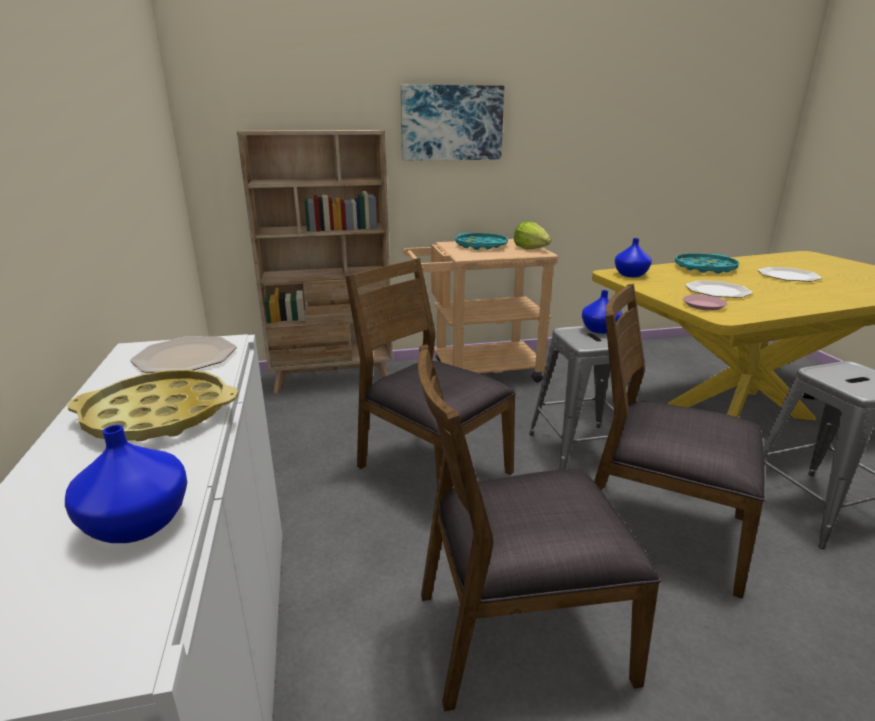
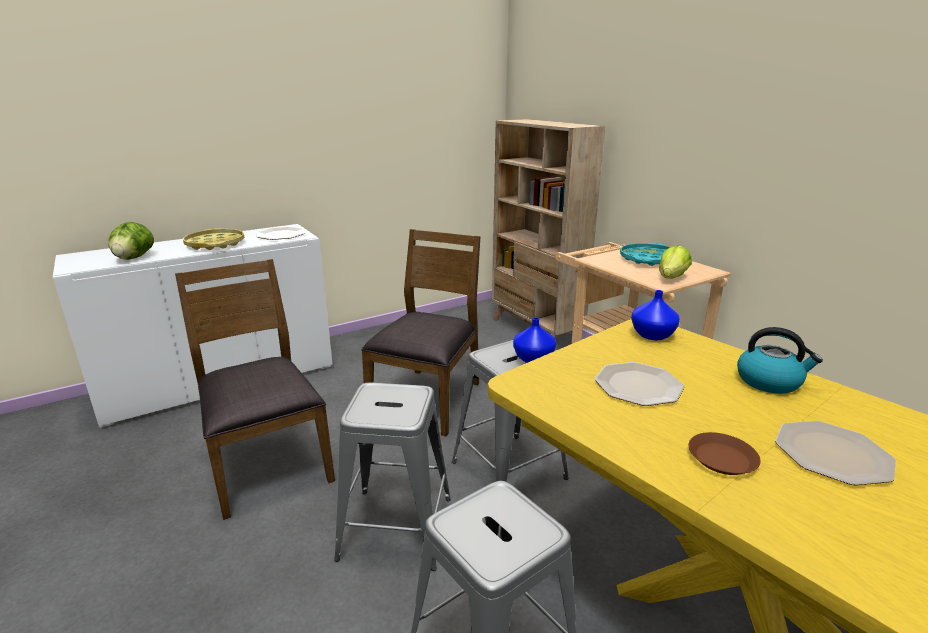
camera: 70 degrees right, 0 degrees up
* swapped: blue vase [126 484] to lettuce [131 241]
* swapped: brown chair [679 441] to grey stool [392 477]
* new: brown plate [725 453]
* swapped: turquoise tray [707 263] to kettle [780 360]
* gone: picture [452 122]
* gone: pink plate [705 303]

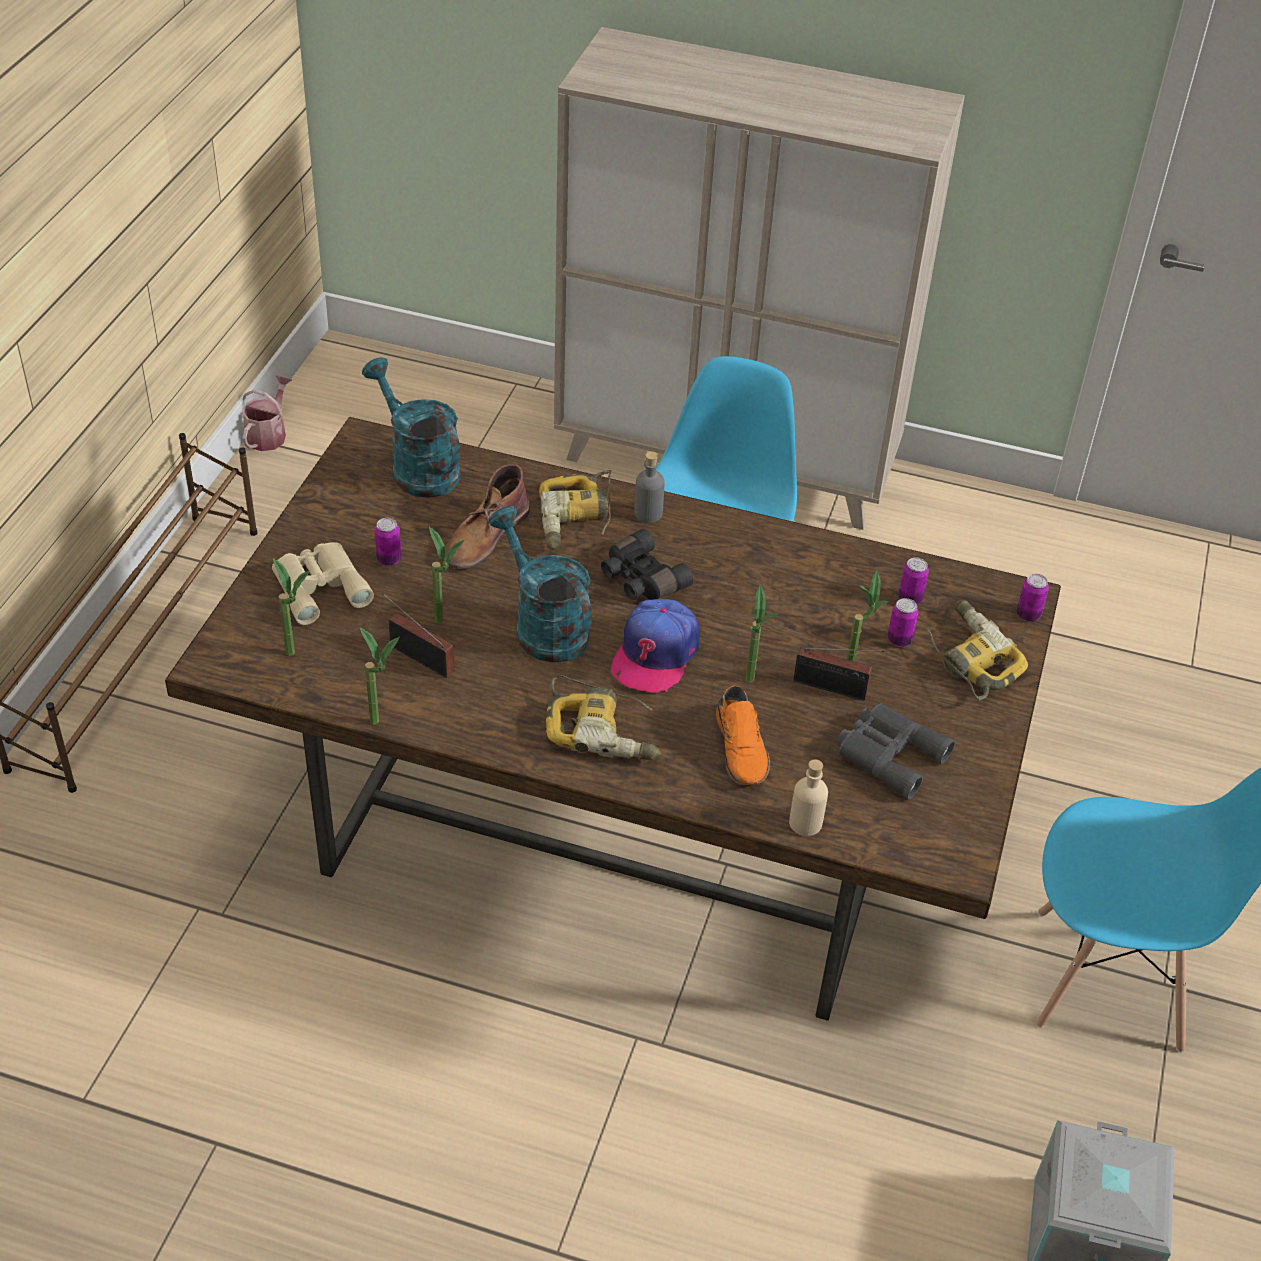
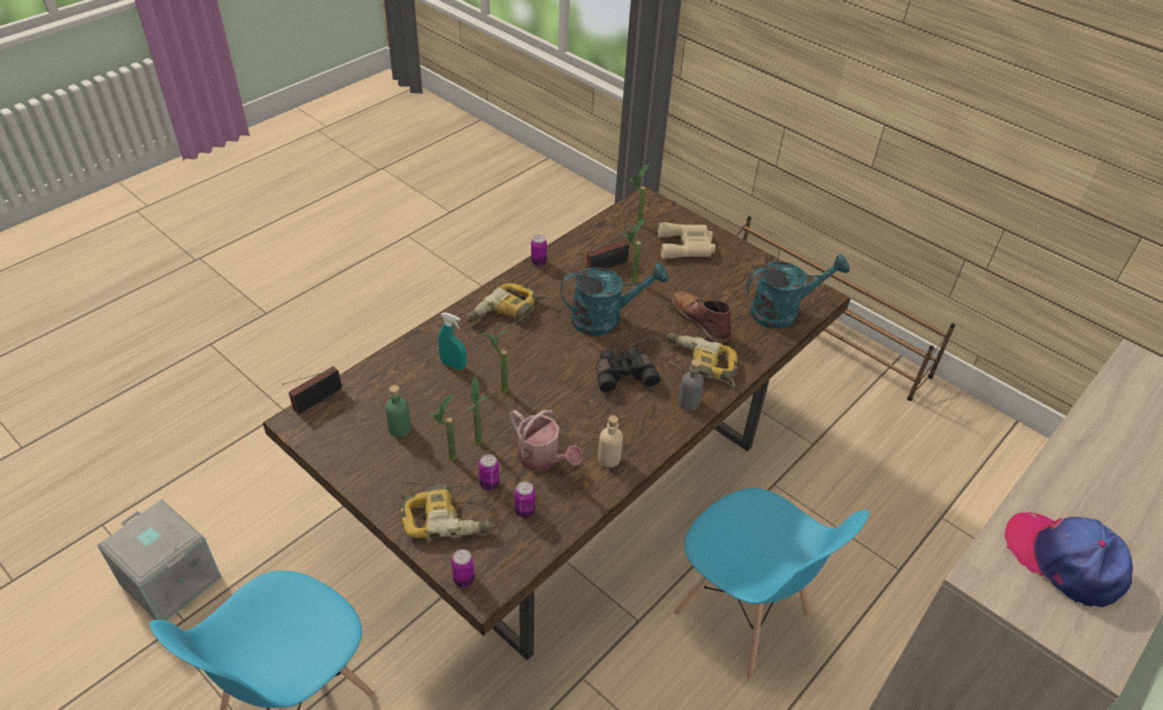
camera: 115 degrees right, 0 degrees up
* shifted: radio [838 674] to [312 390]
* swapped: grey binoculars [896 751] to green bottle [398 411]
* shifted: potted plant [380 676] to [441 427]
* swapped: orange shoe [743 735] to turquoise spray bottle [452 341]
* shifted: watering can [266 413] to [546 440]
* shifted: can [388 542] to [539 250]
* shifted: beige bottle [808 797] to [610 441]
* shifted: cap [655 646] to [1068 559]

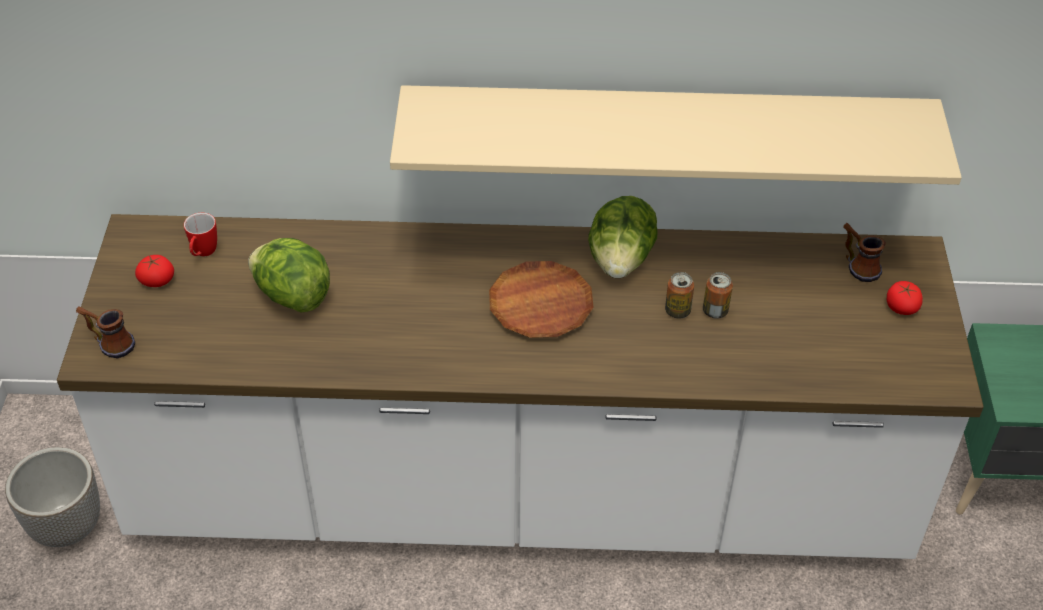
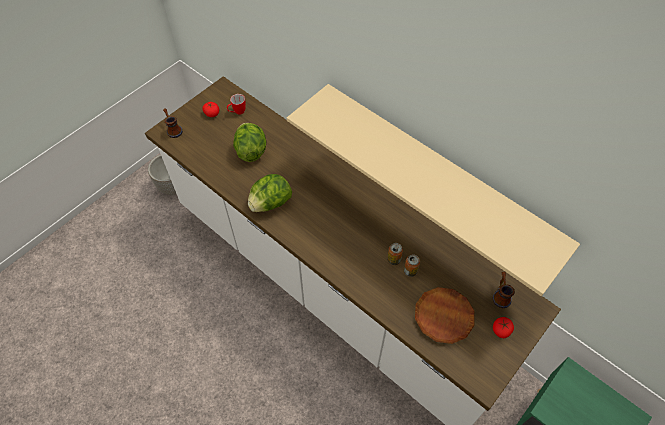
camera: 40 degrees right, 10 degrees up
* shifted: lettuce [623 237] to [270 193]
* shifted: brown plate [541 299] to [445 315]

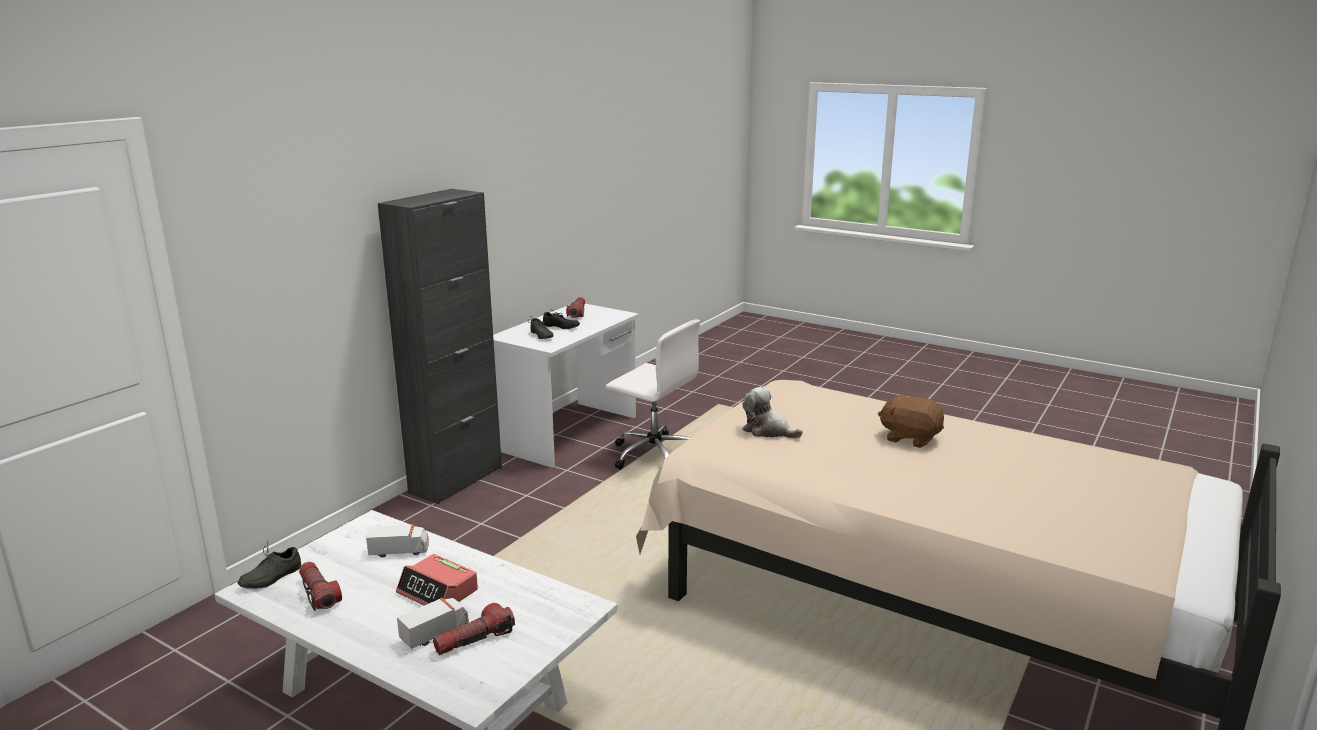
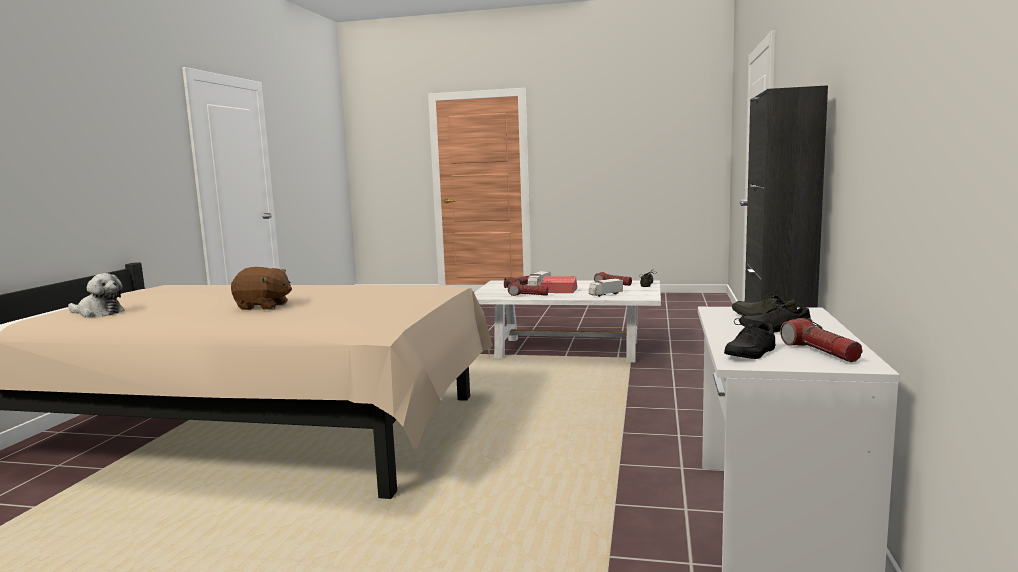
camera: 160 degrees right, 10 degrees down
* shifted: plush toy [772 412] to [96 295]
* new: flashlight [528 289]
* new: black shoe [750 335]
* gone: white office chair [653 394]

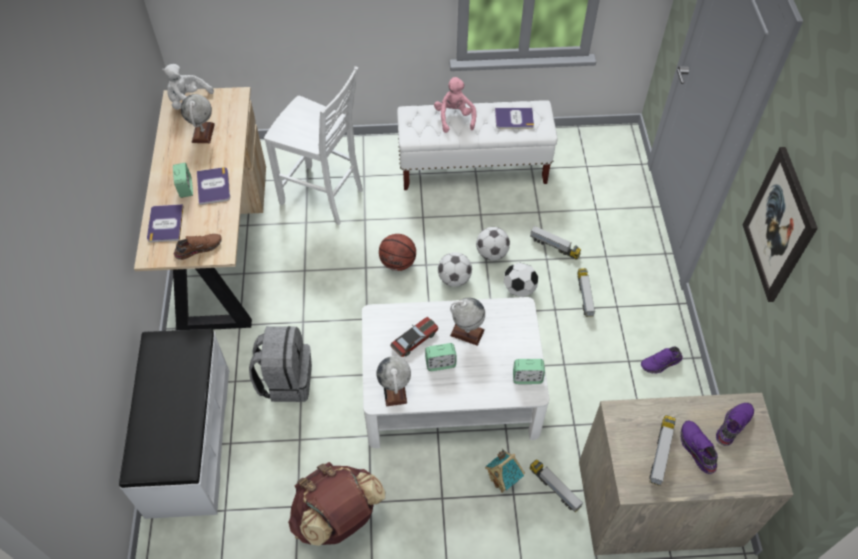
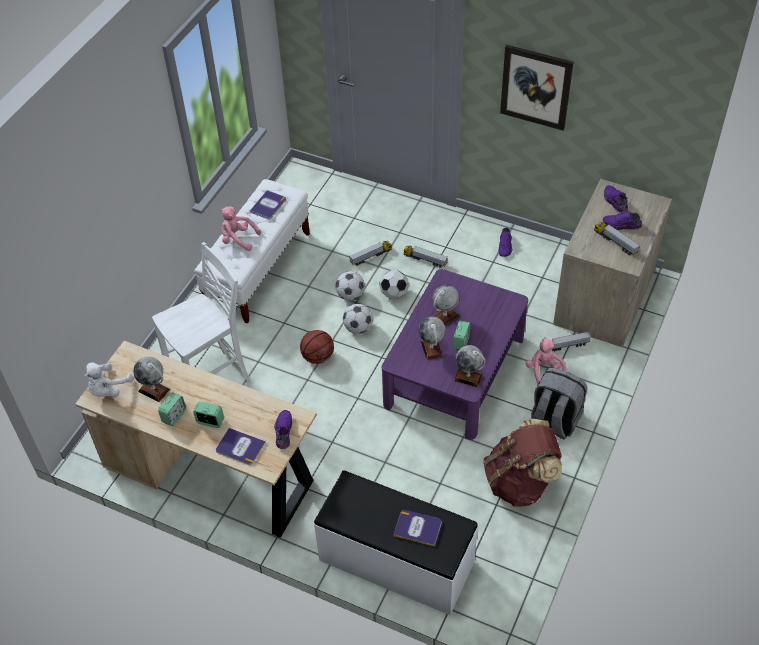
camera: 60 degrees left, 5 degrees down
* shifted: alarm clock [529 371] to [172 409]
* repainted: brown shoe [198 247] to purple shoe [283 429]
* repainted: white coffee table [455 372] to purple coffee table [455 354]
* shifted: book [213 186] to [417 528]
* swapped: toy car [414 337] to globe [432 338]
* swapped: toy house [505 471] to pink plush toy [546 361]
* shifted: grey backpack [280 364] to [559 404]

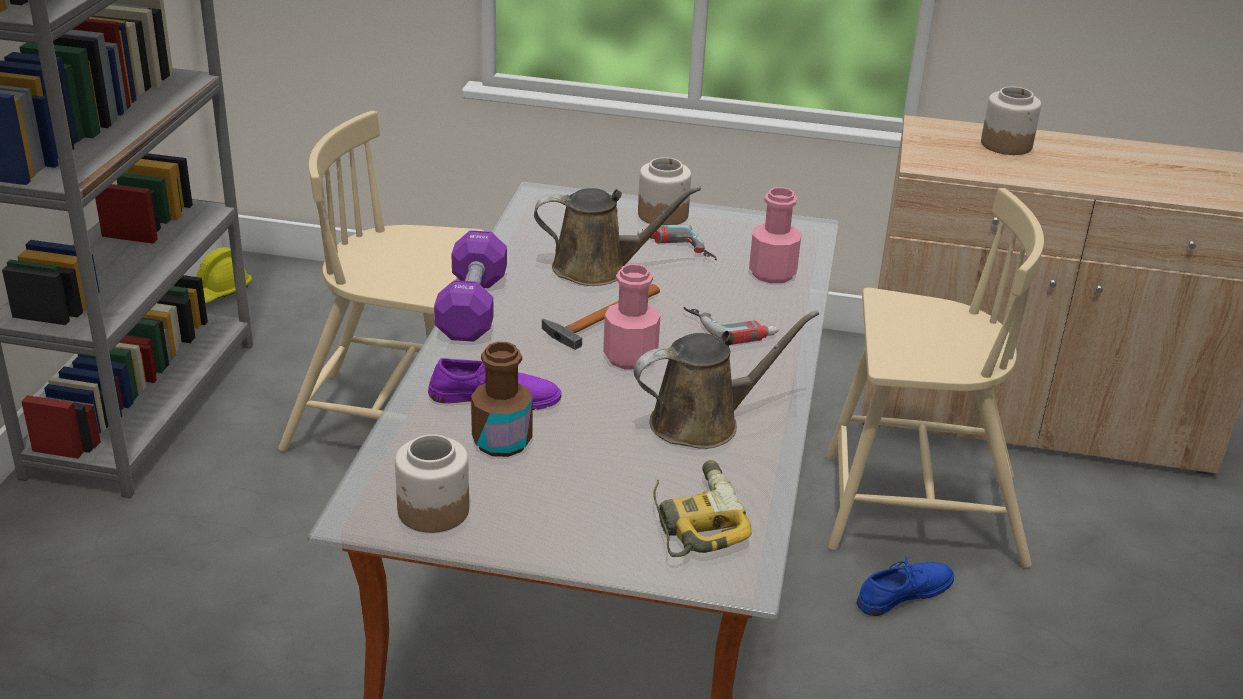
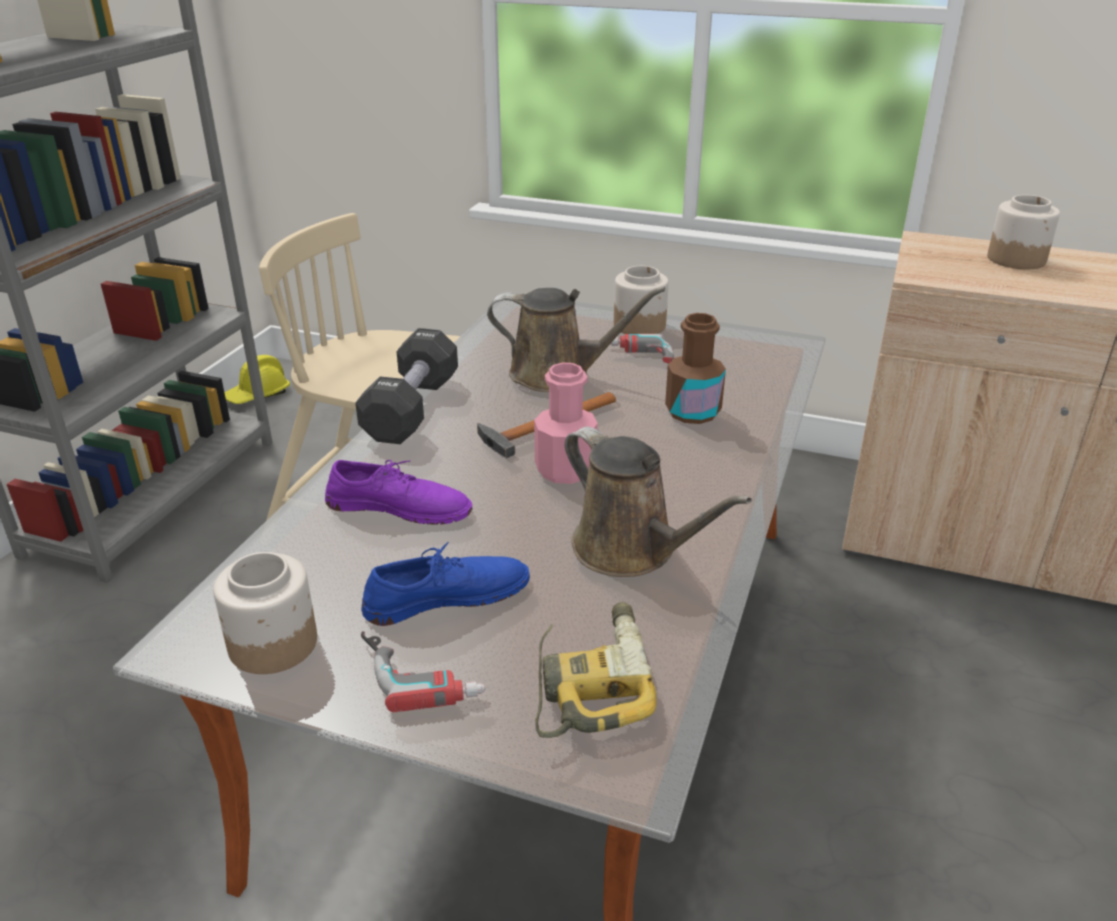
camera: 10 degrees right, 0 degrees up
* repainted: purple dumbbell [470 286] to black dumbbell [406 386]
* shifted: blue shoe [905 586] to [445 584]
* shifted: power drill [731 326] to [423 671]
* rotated: brown watering can [726 379] = [658 502] 60 degrees clockwise
* shifted: brown bottle [502 399] to [695 368]
* gone: pink bottle [775 235]
* gone: beige chair [935 378]

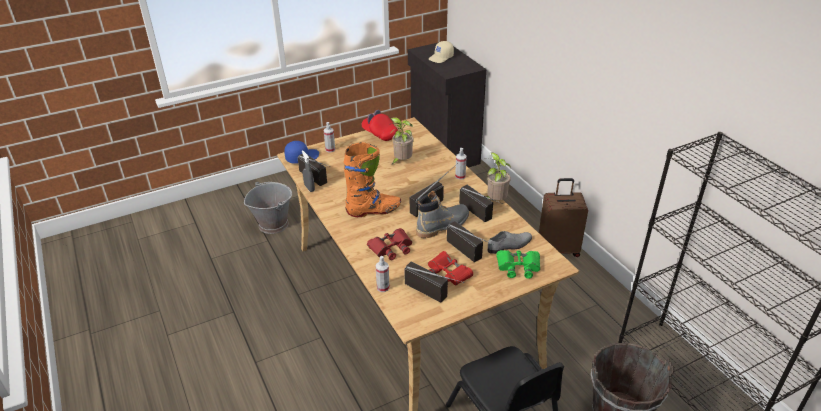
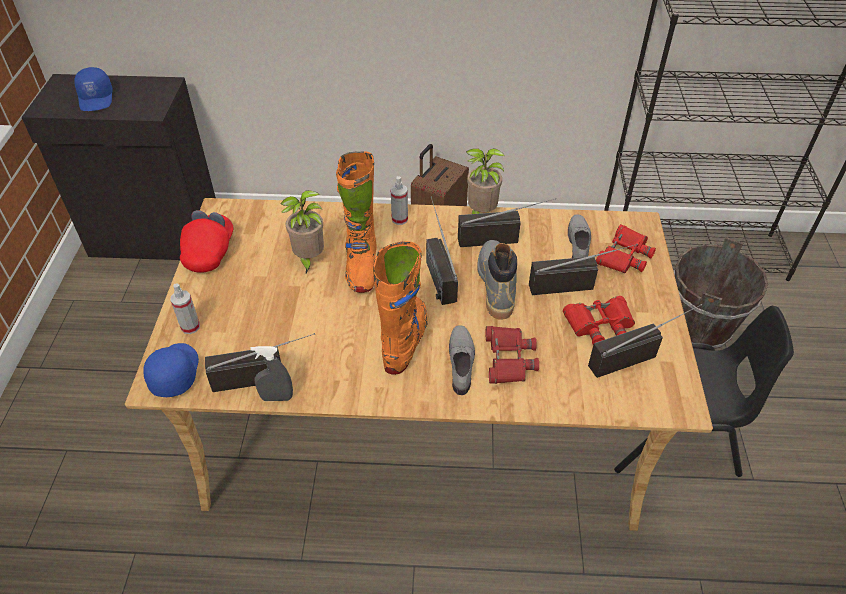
camera: 60 degrees left, 10 degrees up
* repainted: beige cap [441 52] to blue cap [93 89]
* rotated: red cap [380 125] = [206 241] 120 degrees clockwise
* new: orange boot [356 222]
* new: grey shoe [462 360]
* repainted: green binoculars [518 264] to red binoculars [626 248]
* gone: grey bucket [268 208]
* gone: spray bottle [382 274]

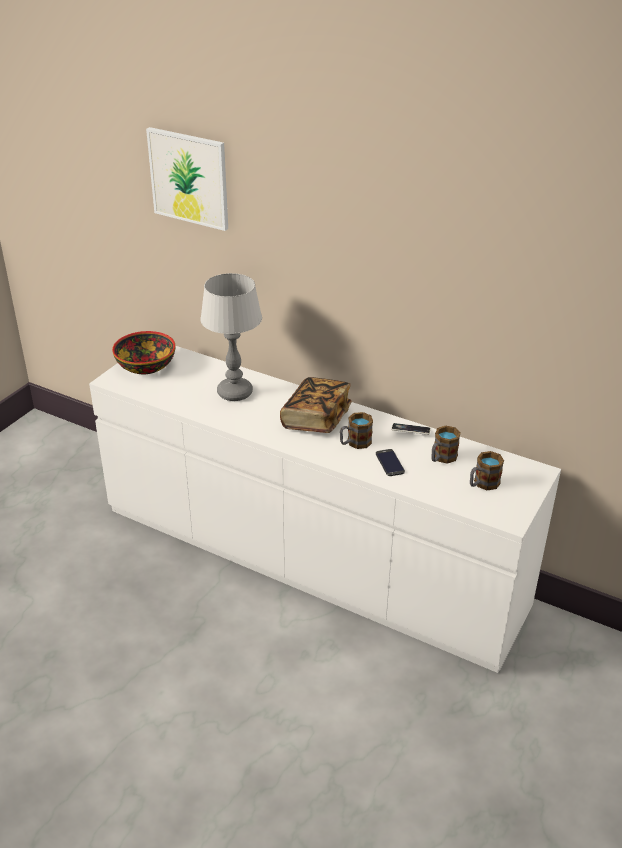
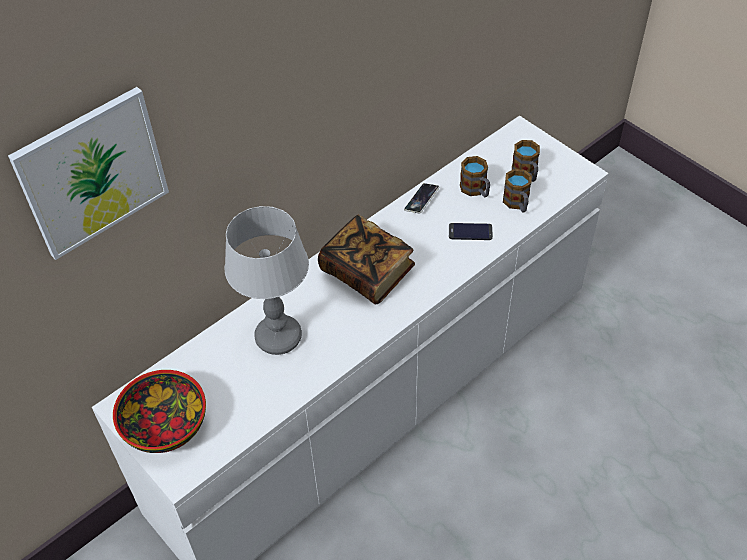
camera: 70 degrees left, 15 degrees up
* shifted: mug [356 430] to [517 190]

